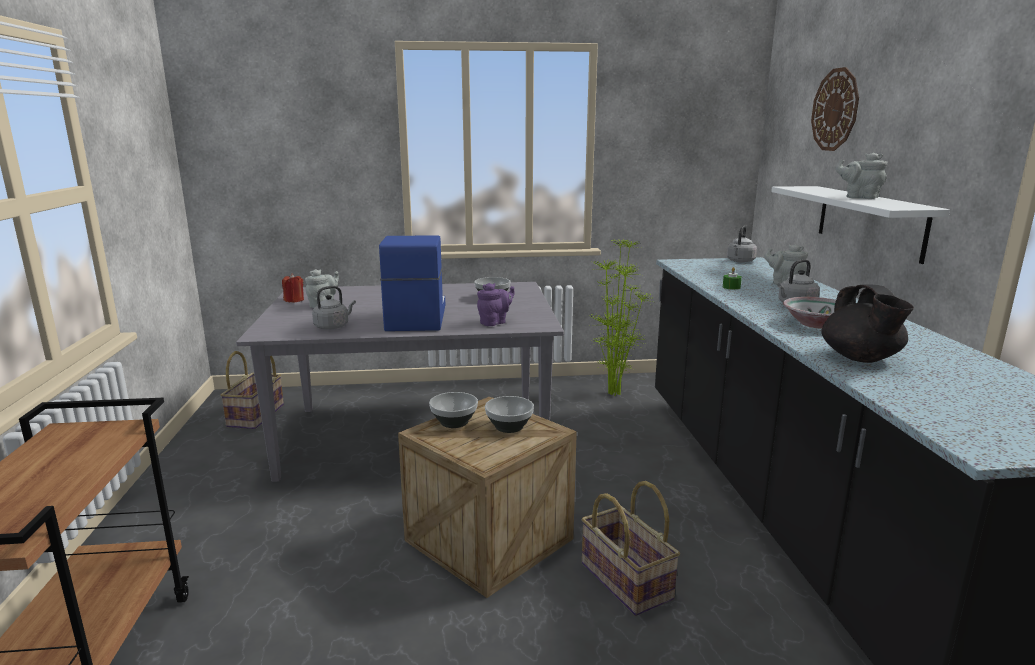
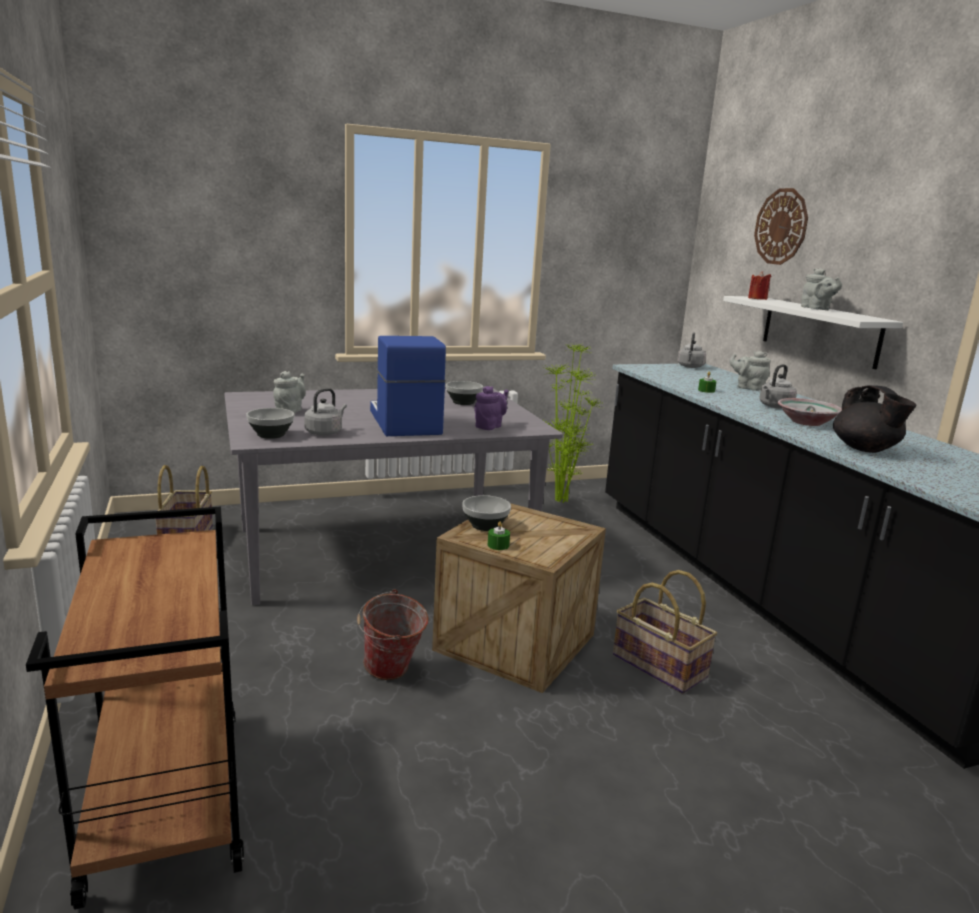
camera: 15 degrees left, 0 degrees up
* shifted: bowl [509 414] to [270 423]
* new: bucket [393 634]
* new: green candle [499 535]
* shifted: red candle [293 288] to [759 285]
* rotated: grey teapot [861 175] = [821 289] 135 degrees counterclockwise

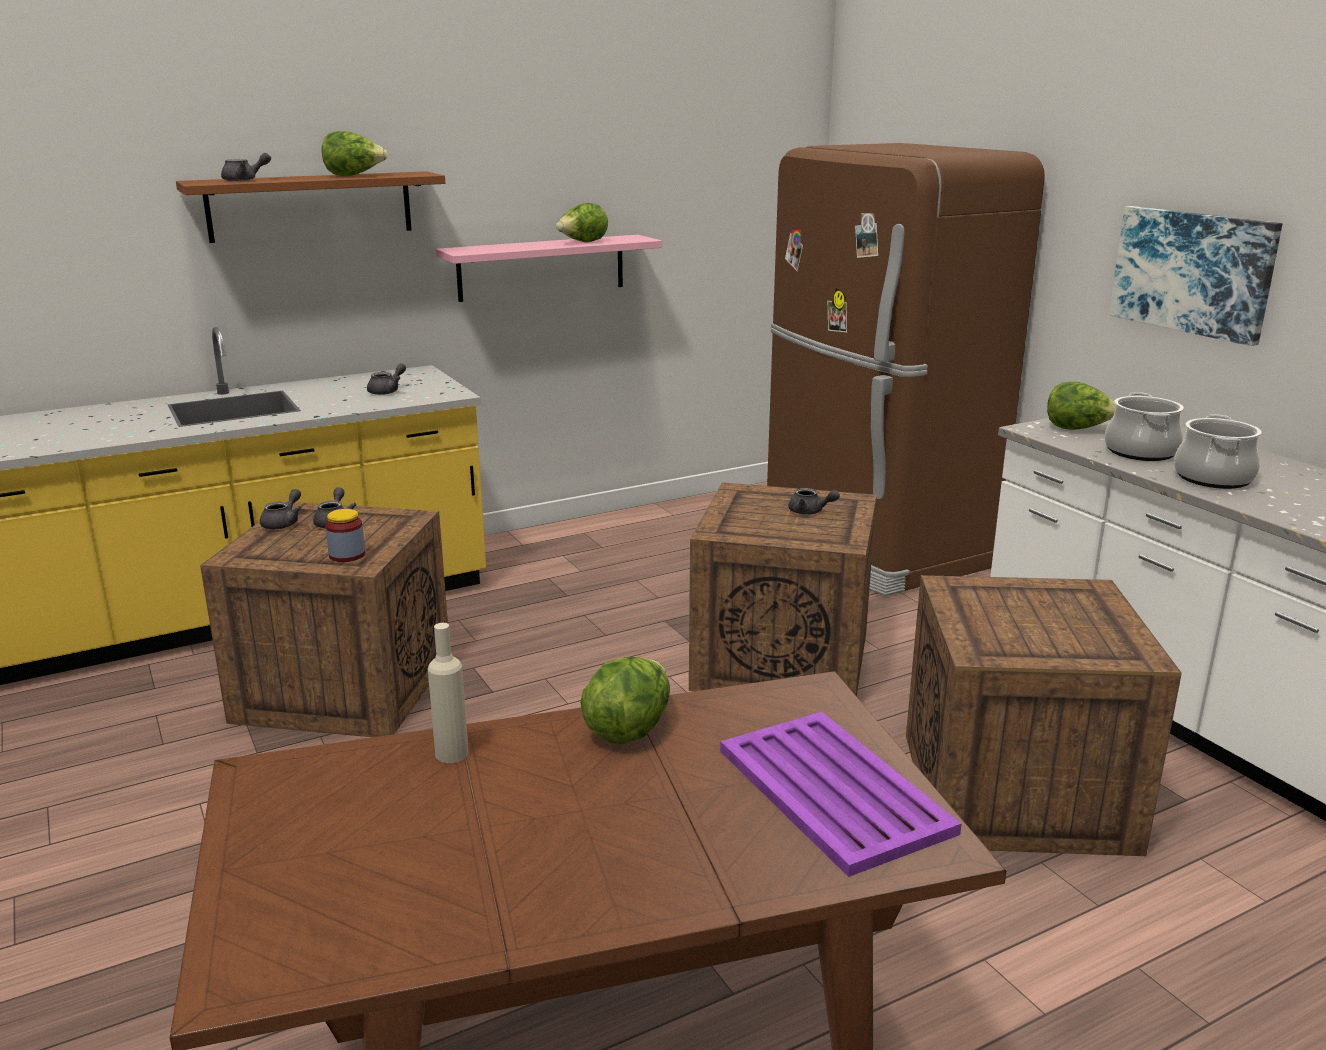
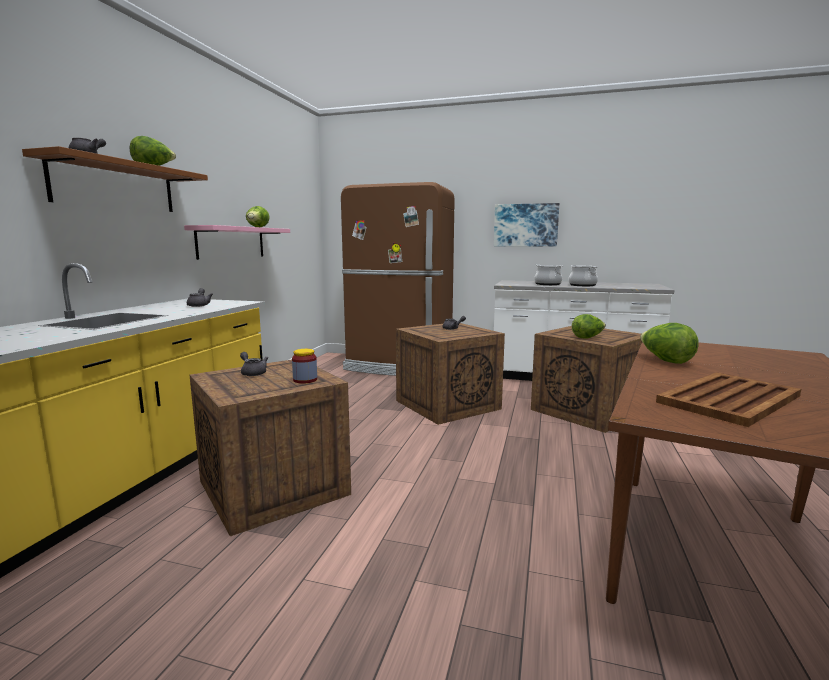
camera: 45 degrees left, 10 degrees down
* shifted: lettuce [1081 406] to [589 326]
* new: brown tray [728 399]
* gone: grey teapot [280 509]
* gone: beige bottle [448 693]
* gone: purple tray [841 794]

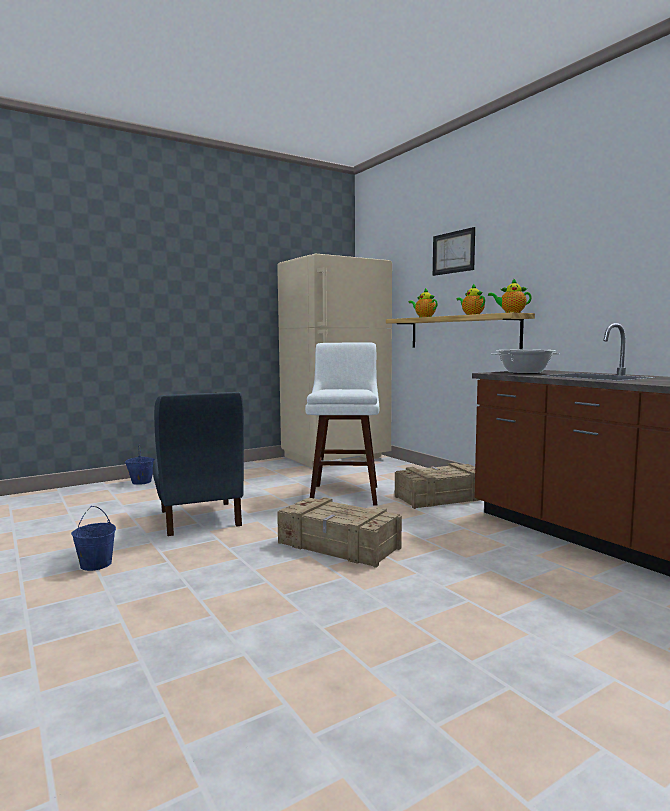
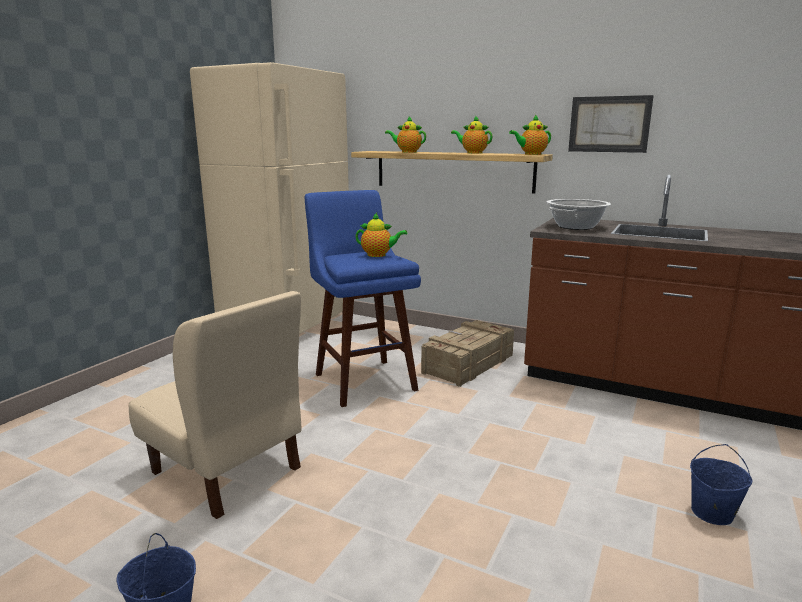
camera: 30 degrees left, 10 degrees up
* repainted: blue chair [198 464] to beige chair [215 405]
* repainted: white stool [342 424] to blue stool [363 298]
* new: teapot [381 235]
* shifted: picture [454 251] to [611 124]
* shifted: blue bucket [140 464] to [721 484]
* gone: crate [339 532]

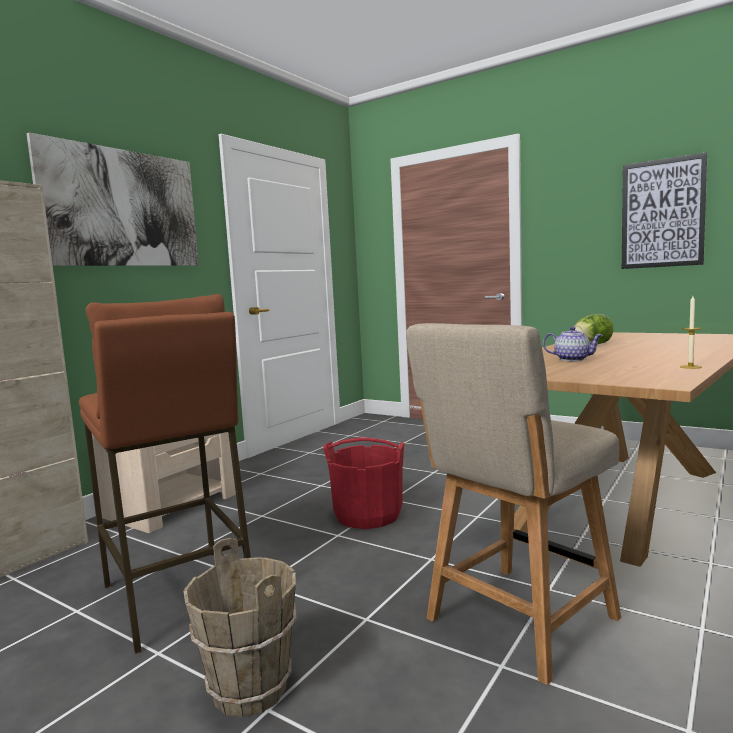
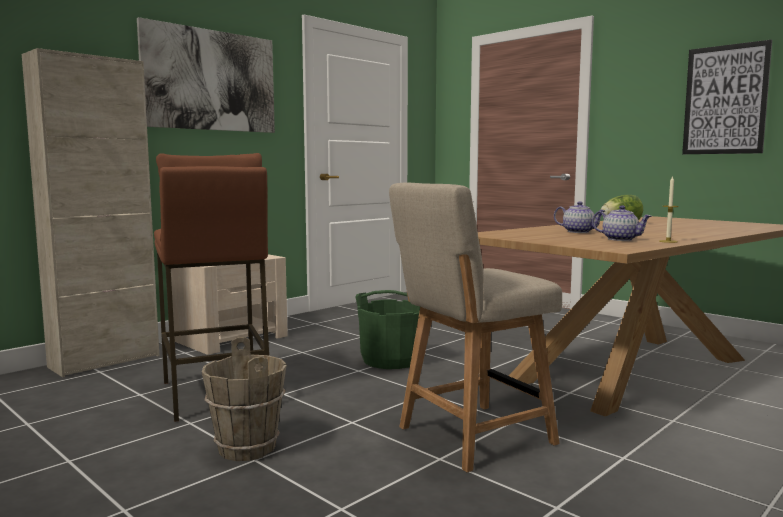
camera: 10 degrees right, 0 degrees up
* repainted: red bucket [363 483] to green bucket [388 329]
* new: teapot [622 223]

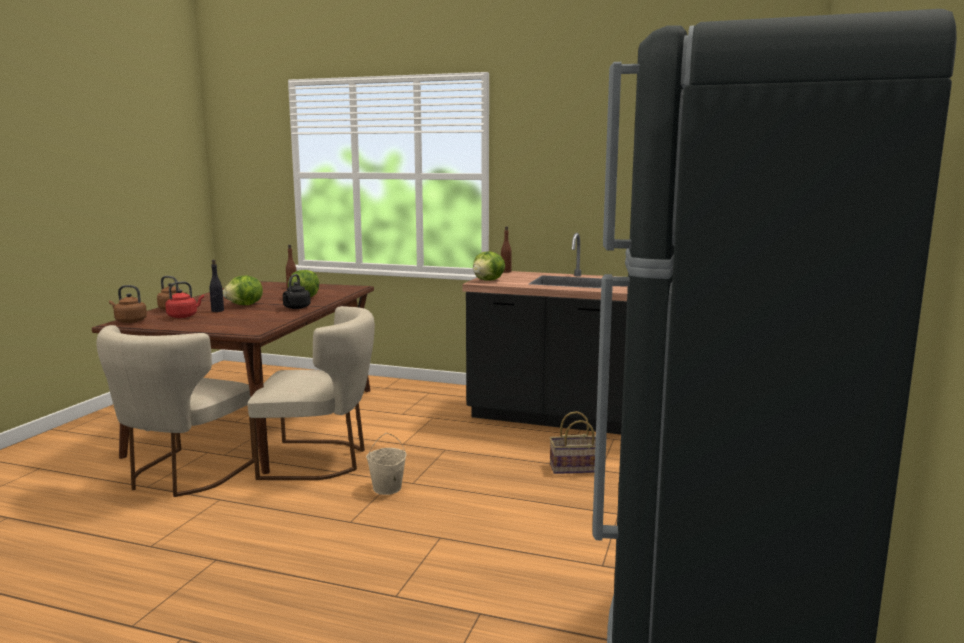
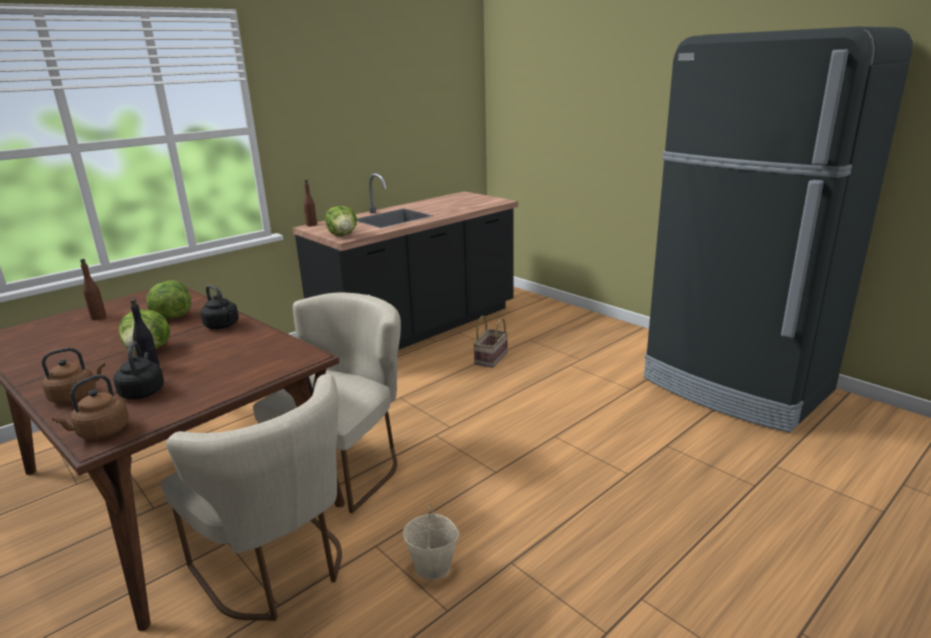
camera: 60 degrees left, 10 degrees up
* repainted: red kettle [184 300] to black kettle [138 370]
* shifted: beige bucket [386 464] to [431 542]

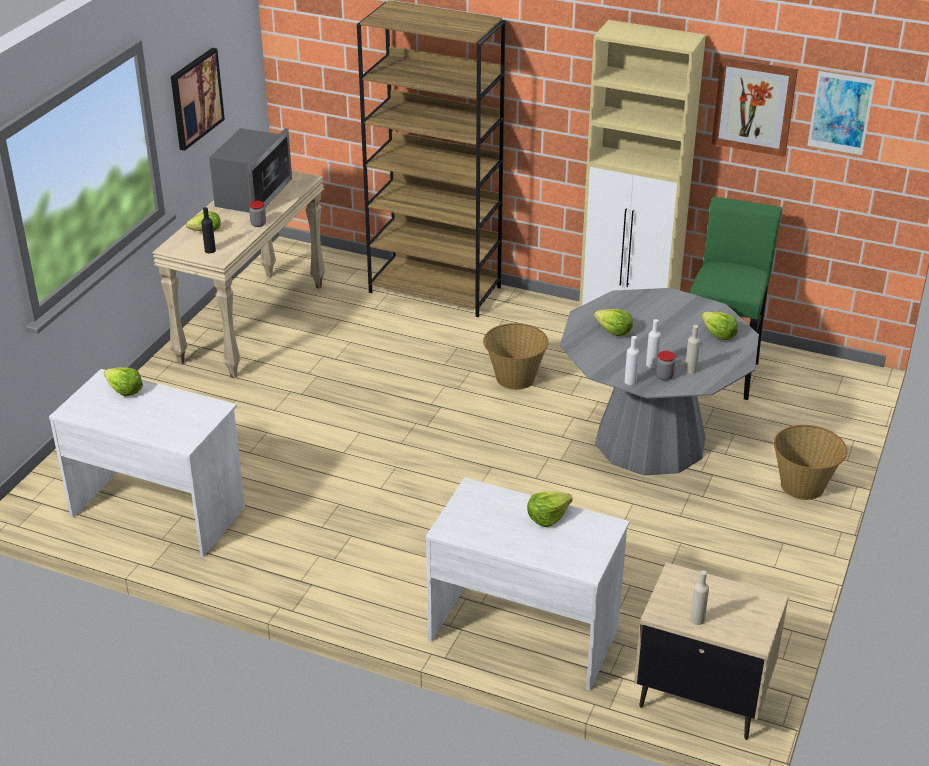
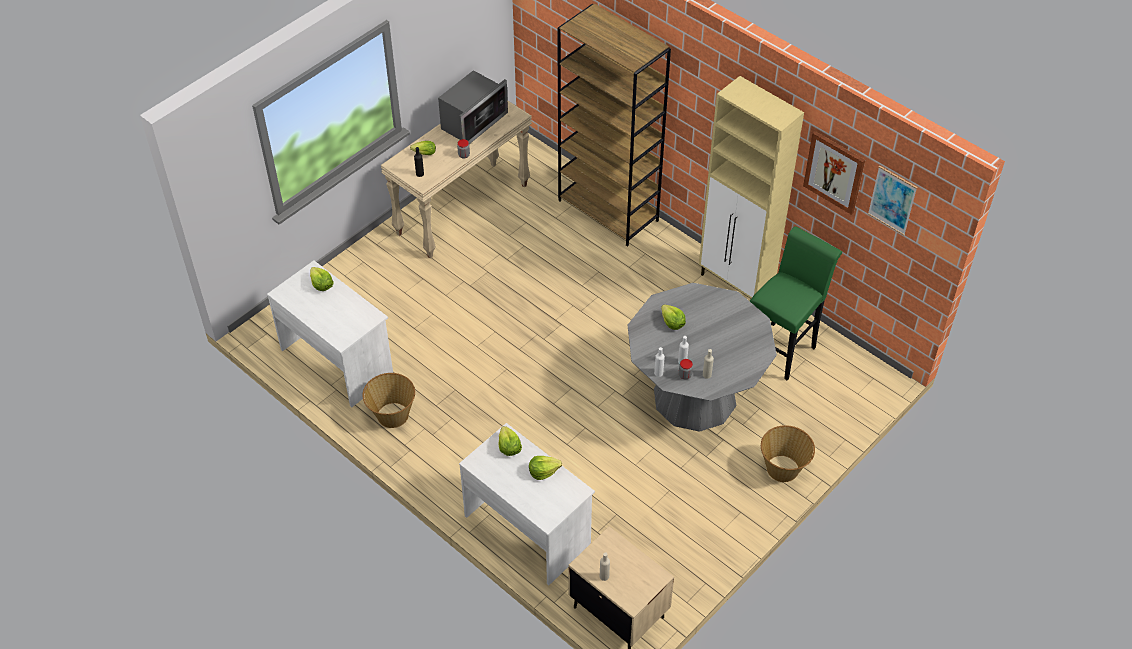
camera: 20 degrees right, 15 degrees up
* shifted: basket [516 356] to [388 400]
* shifted: lettuce [719 326] to [510 441]
* gone: picture [198 99]

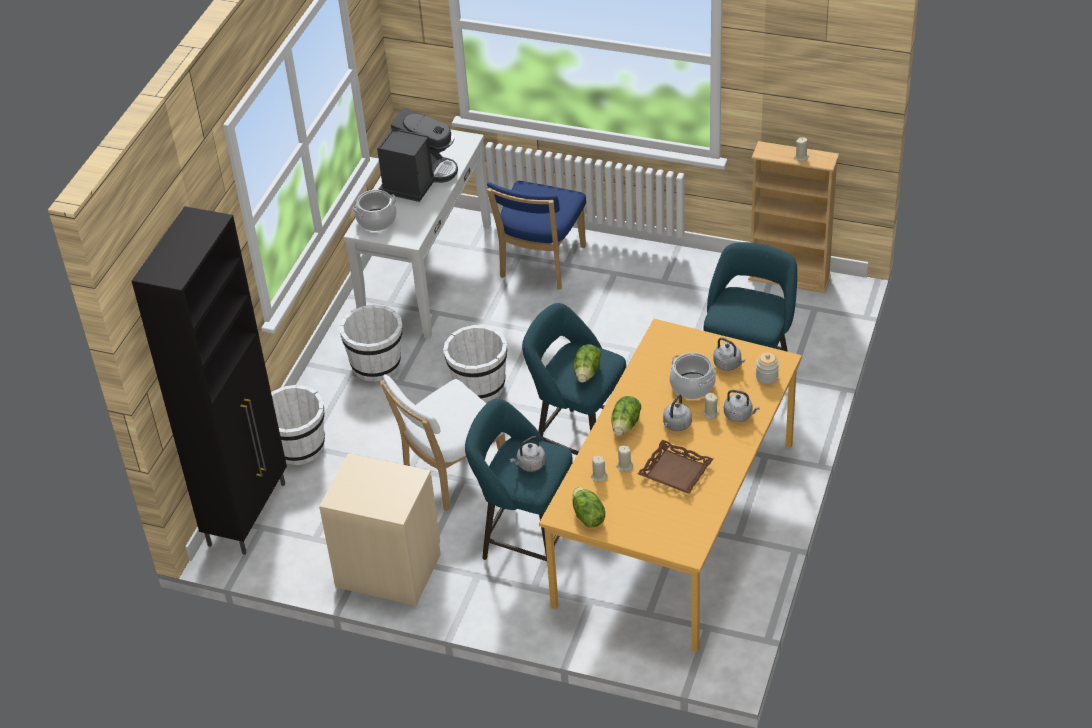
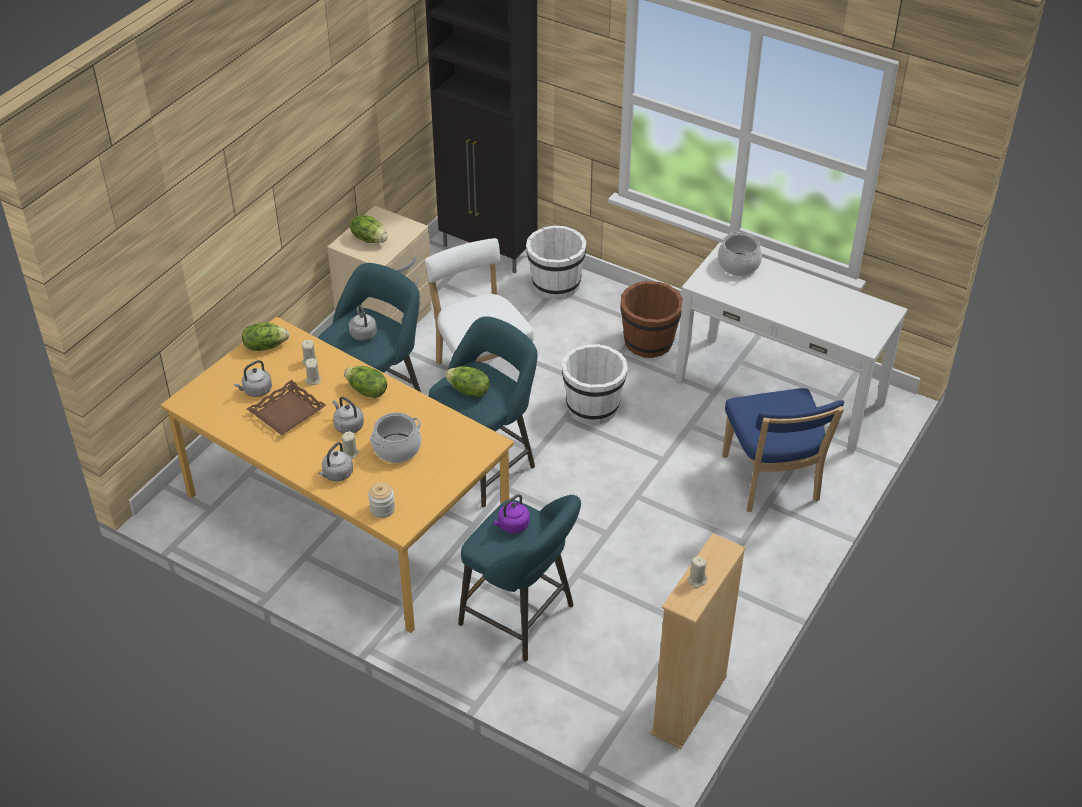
camera: 100 degrees right, 0 degrees up
* shifted: grey kettle [729 354] to [253 378]
* new: lettuce [369 228]
* new: purple kettle [511 513]
* repainted: white bucket [371 343] to brown bucket [651 319]
* rotated: blue chair [536 235] = [783 450] 135 degrees counterclockwise
* gone: coffee machine [417 154]

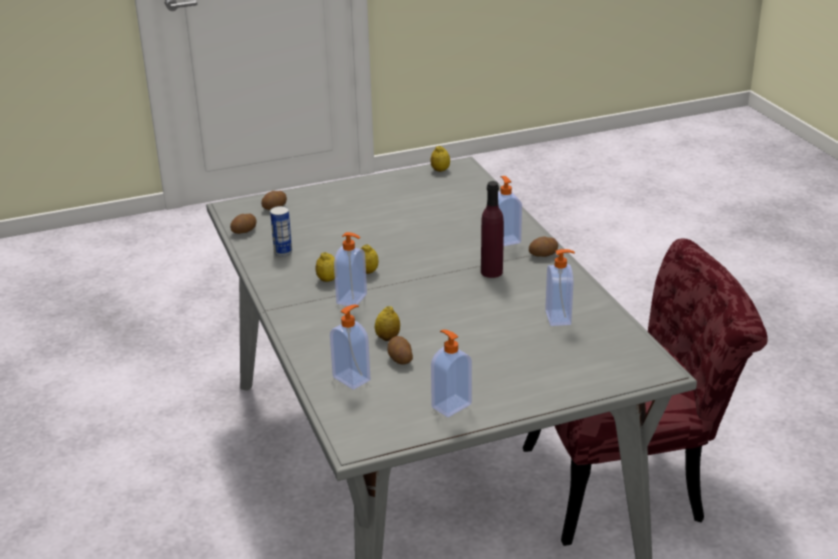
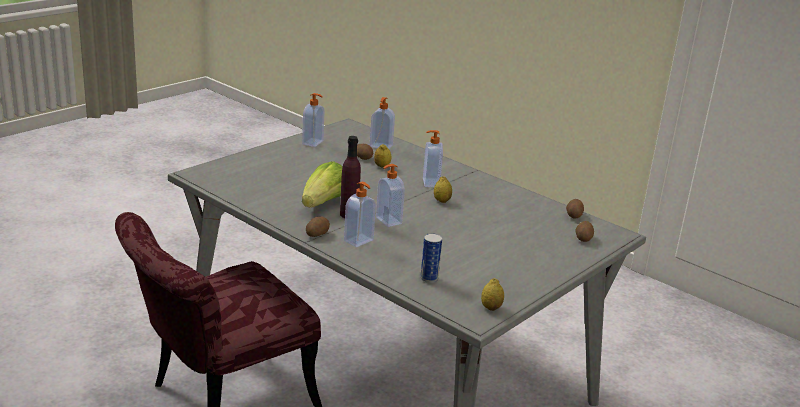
camera: 150 degrees right, 5 degrees down
* new: lettuce [322 185]
* shifted: soap dispenser [560 287] to [390 195]
* shifted: can [281 231] to [431 258]
* gone: lemon [325 267]

